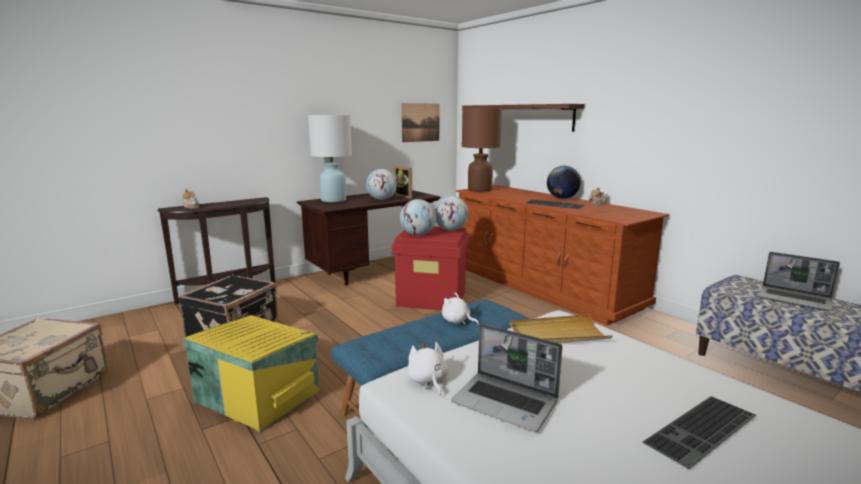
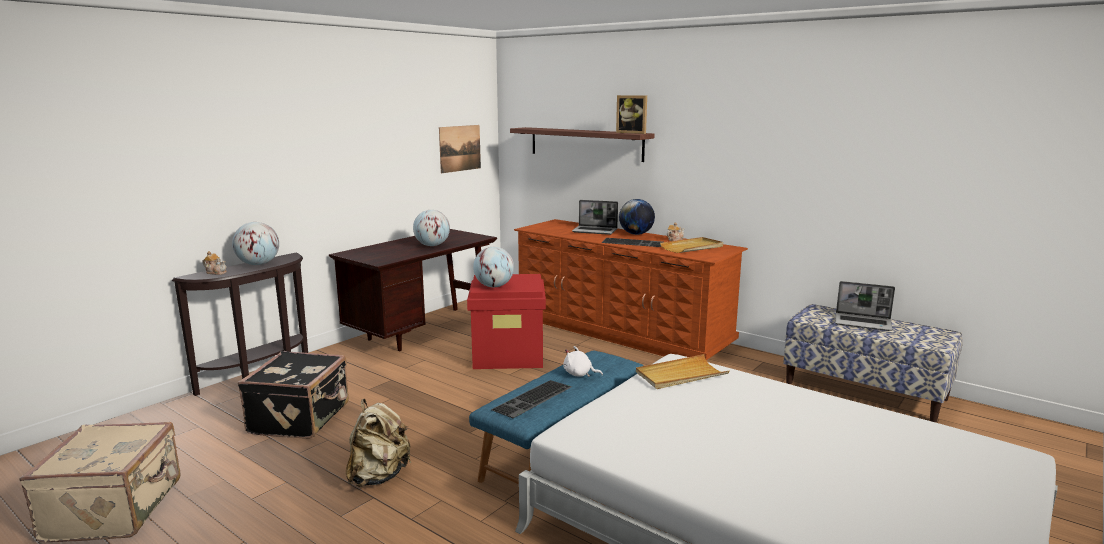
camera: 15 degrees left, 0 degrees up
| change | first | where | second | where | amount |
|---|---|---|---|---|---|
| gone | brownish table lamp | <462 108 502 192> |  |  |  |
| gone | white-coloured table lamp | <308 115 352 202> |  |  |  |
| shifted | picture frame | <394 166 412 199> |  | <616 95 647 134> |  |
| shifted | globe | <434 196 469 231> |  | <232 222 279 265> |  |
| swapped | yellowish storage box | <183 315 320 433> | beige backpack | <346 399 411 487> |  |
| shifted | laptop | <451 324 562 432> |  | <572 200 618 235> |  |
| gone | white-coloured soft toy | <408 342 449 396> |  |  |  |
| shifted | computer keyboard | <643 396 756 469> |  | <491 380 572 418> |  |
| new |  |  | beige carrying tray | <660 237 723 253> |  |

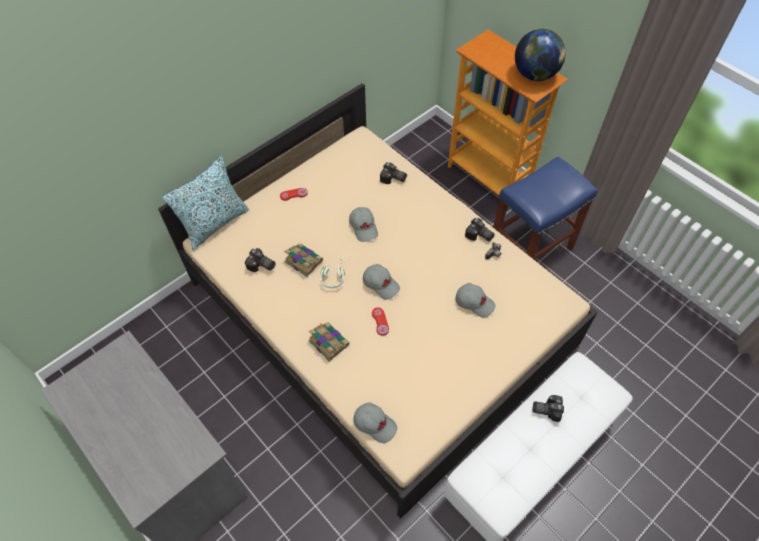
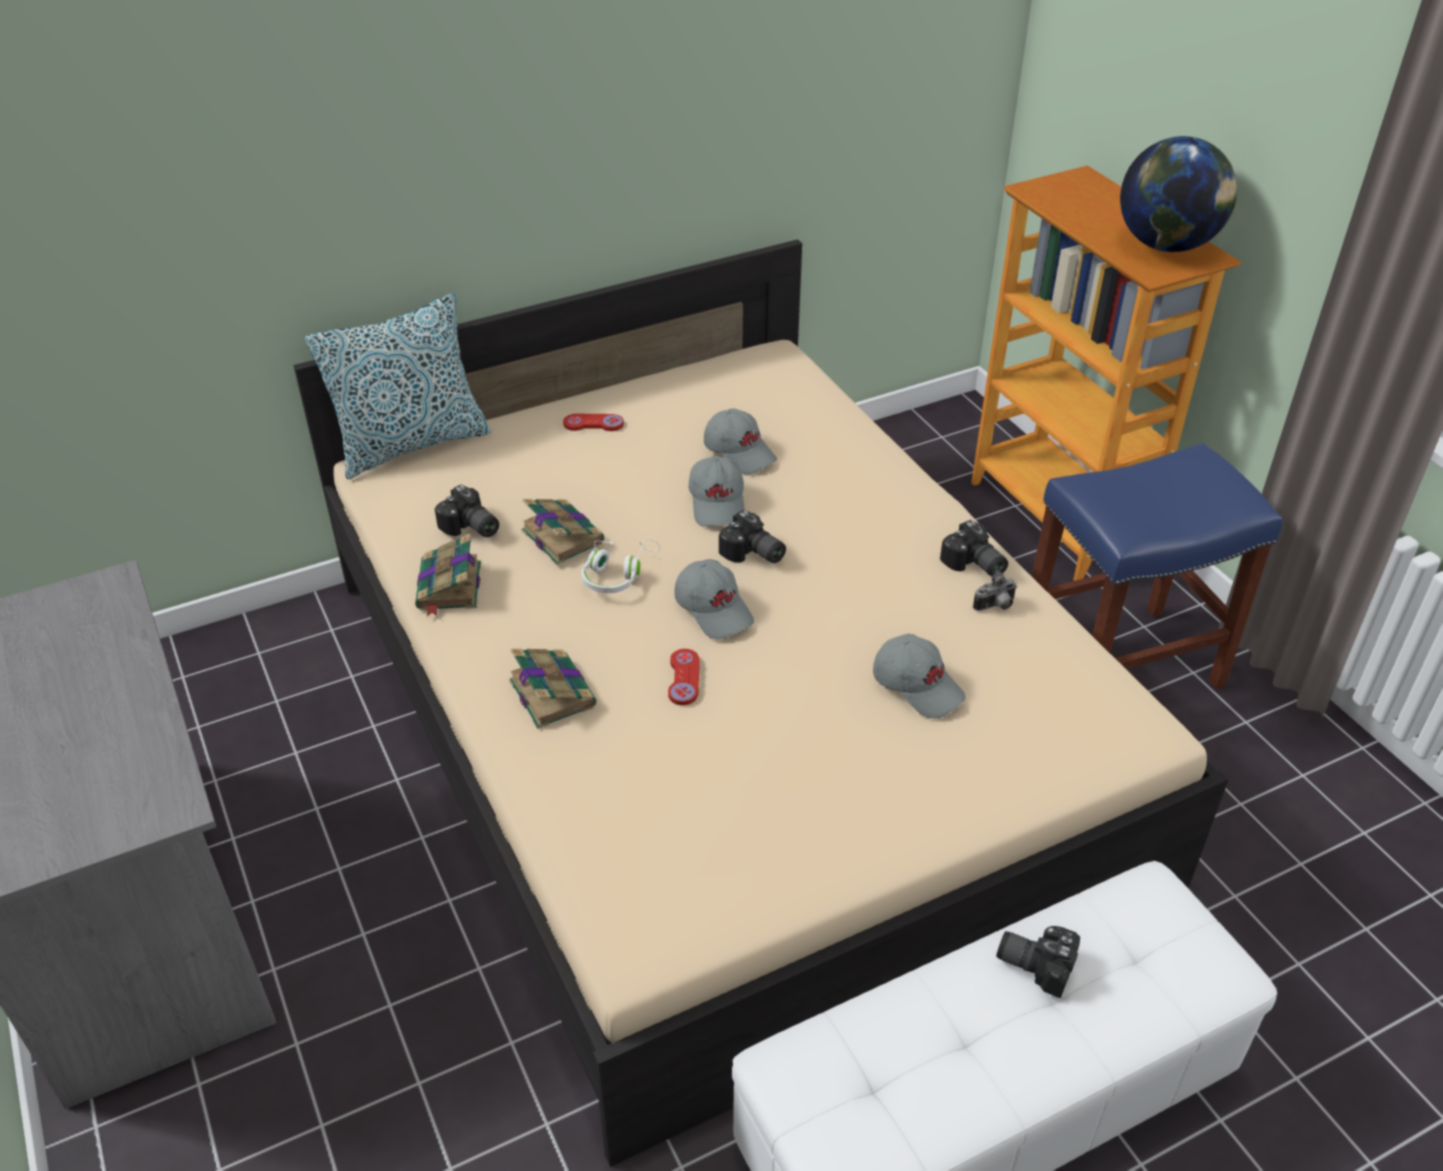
camera: 15 degrees right, 15 degrees down
| change | first | where | second | where | amount |
|---|---|---|---|---|---|
| shifted | still camera | <380 163 407 184> |  | <719 510 786 563> |  |
| shifted | grey peaked cap | <354 402 397 443> |  | <704 408 777 475> |  |
| new |  |  | bound book | <415 533 481 616> |  |

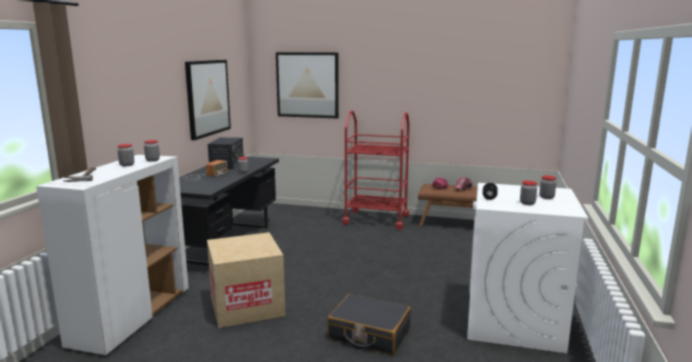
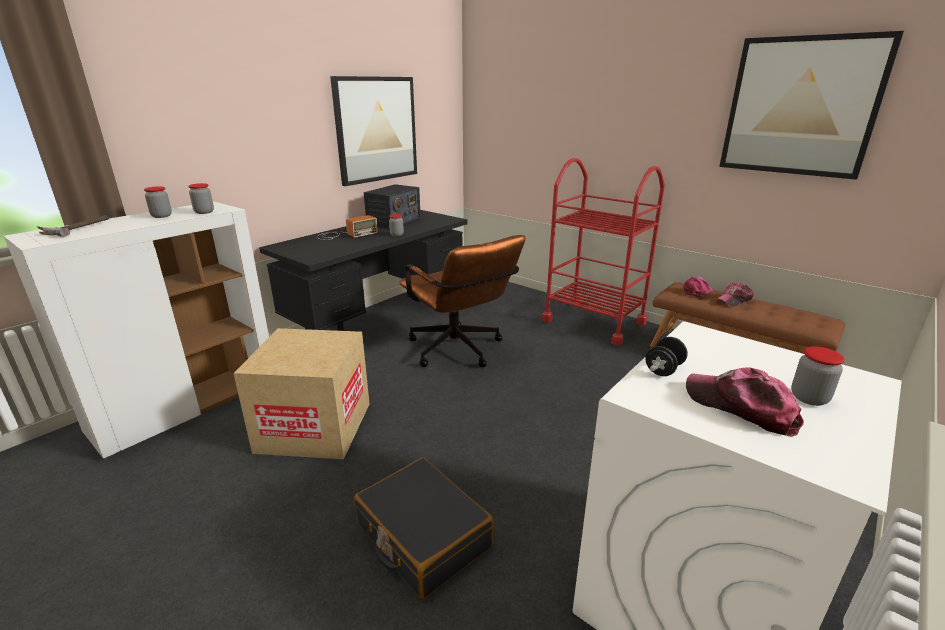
camera: 25 degrees right, 10 degrees up
| change | first | where | second | where | amount |
|---|---|---|---|---|---|
| shifted | picture | <276 52 339 118> |  | <719 31 904 180> |  |
| swapped | storage jar | <520 181 537 205> | peaked cap | <686 367 804 437> |  |
| new |  |  | brownish computer chair | <399 235 525 367> |  |

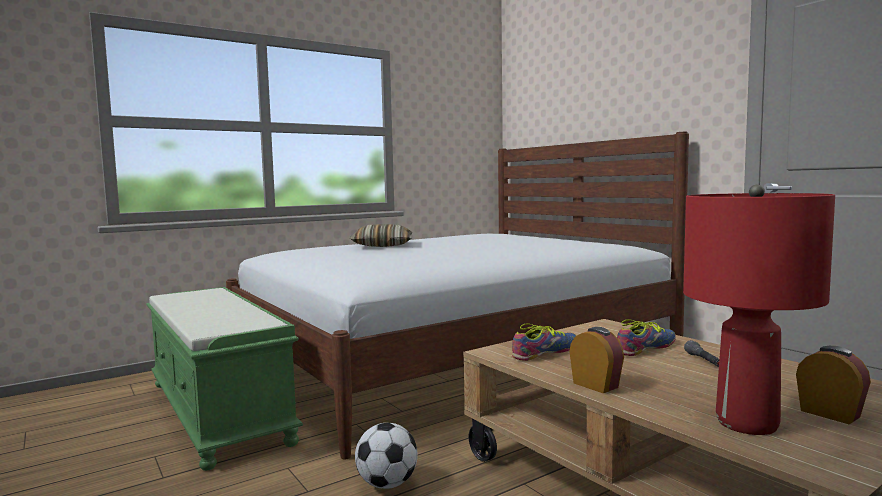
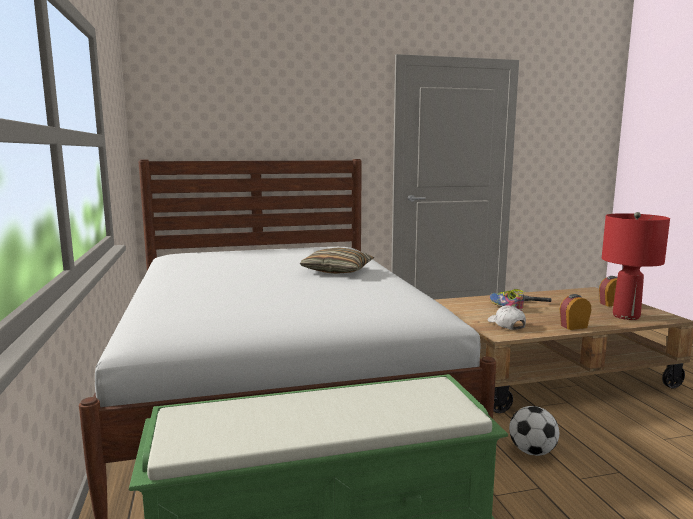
camera: 70 degrees left, 5 degrees up
| change | first | where | second | where | amount |
|---|---|---|---|---|---|
| shifted | throw pillow | <350 224 413 247> |  | <300 248 374 274> |  |
| swapped | shoe | <512 323 576 361> | white-coloured peaked cap | <487 305 526 330> |  |

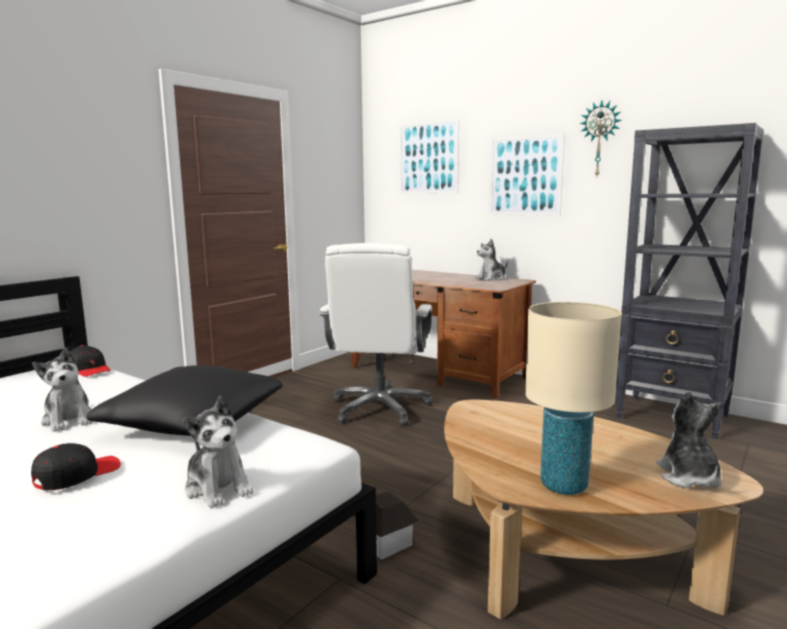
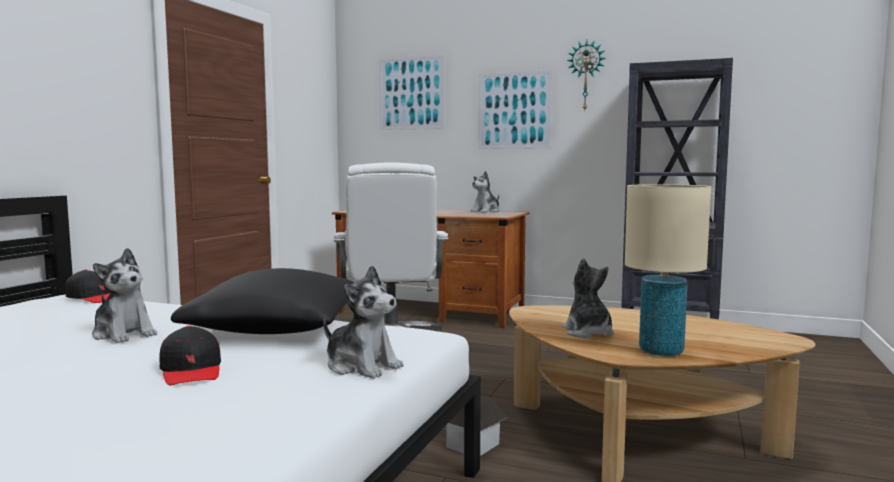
camera: 15 degrees left, 5 degrees down
| change | first | where | second | where | amount |
|---|---|---|---|---|---|
| shifted | soft toy | <657 391 722 488> |  | <563 258 614 338> |  |
| rotated | black peaked cap | <31 443 121 490> |  | <159 325 221 386> | 135 degrees clockwise |

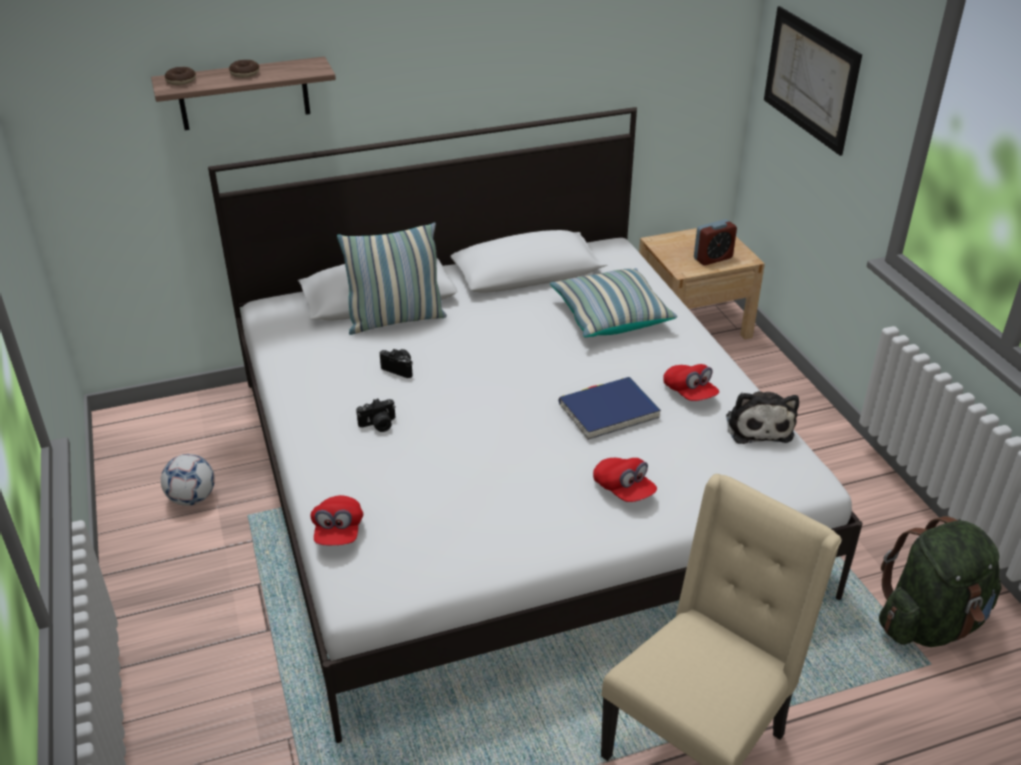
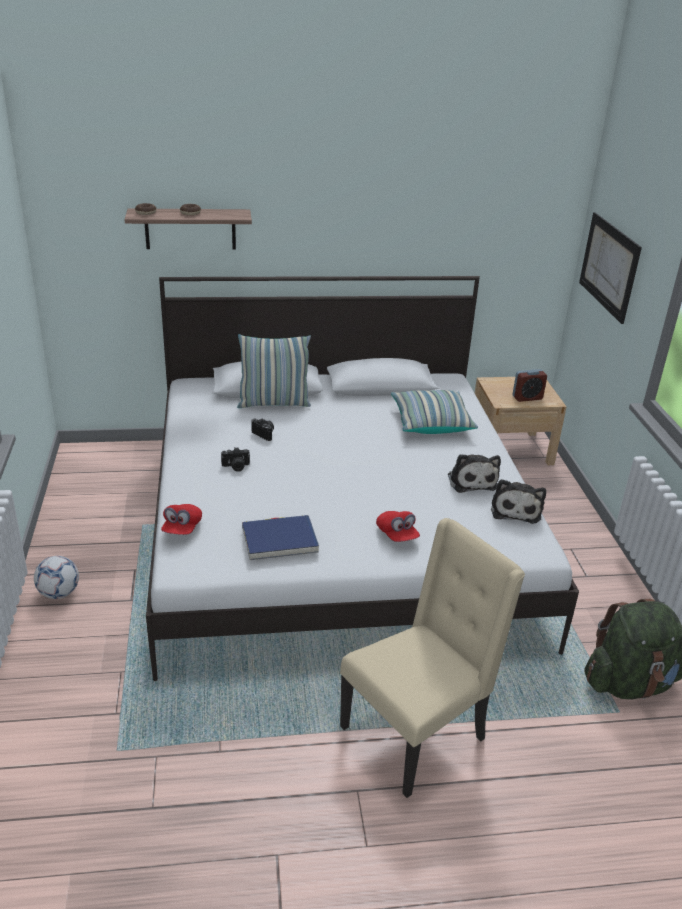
camera: 10 degrees right, 5 degrees down
| change | first | where | second | where | amount |
|---|---|---|---|---|---|
| swapped | reddish peaked cap | <663 364 719 401> | soft toy | <448 454 501 493> |  |
| shifted | bluish bound book | <559 377 661 440> |  | <242 515 319 560> |  |
| shifted | ball for football | <161 454 215 506> |  | <34 556 79 599> |  |

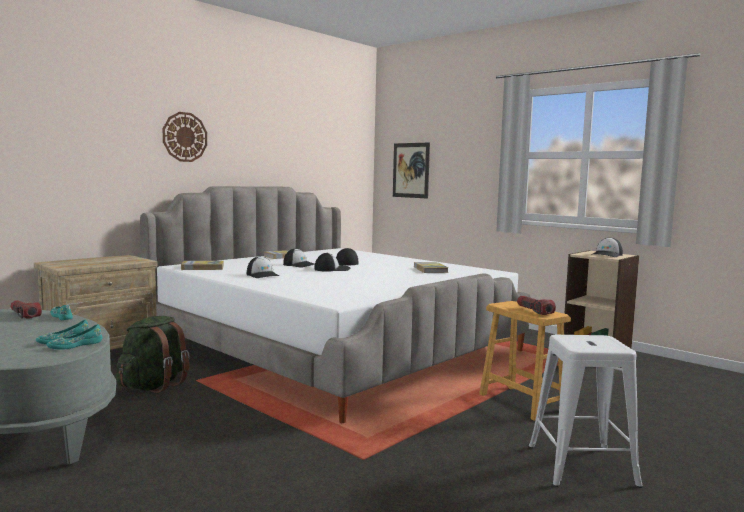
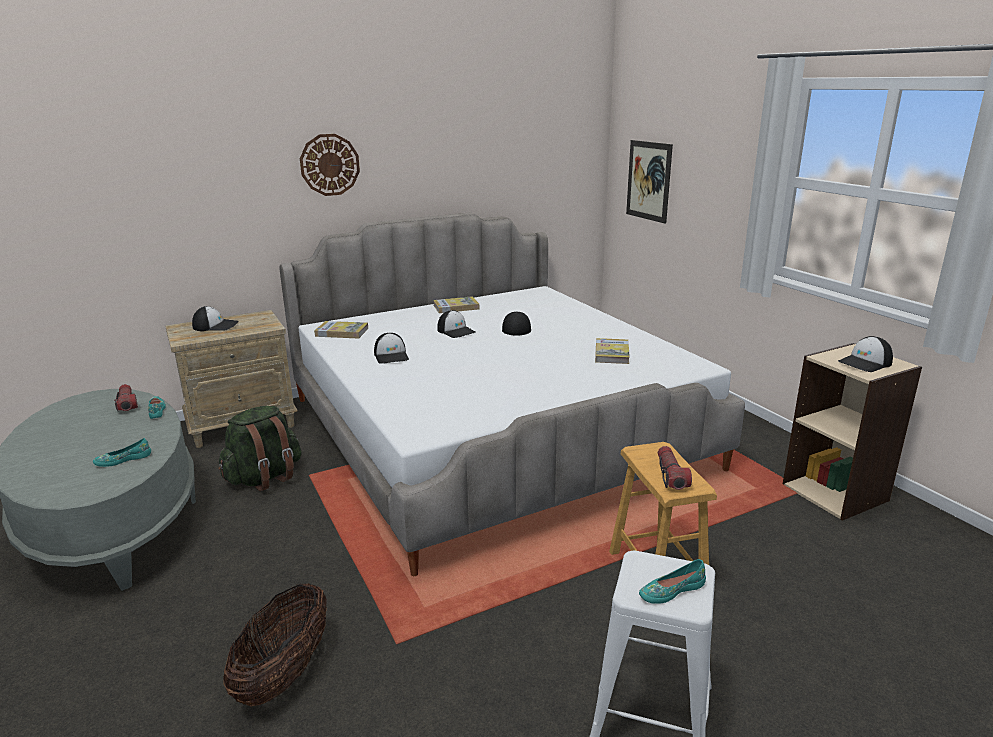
camera: 20 degrees right, 15 degrees up
| change | first | where | second | where | amount |
|---|---|---|---|---|---|
| shifted | peaked cap | <314 253 350 272> |  | <192 306 238 331> |  |
| shifted | turquoise shoe | <47 324 103 349> |  | <639 559 706 604> |  |
| new |  |  | storage basket | <223 583 327 706> |  |

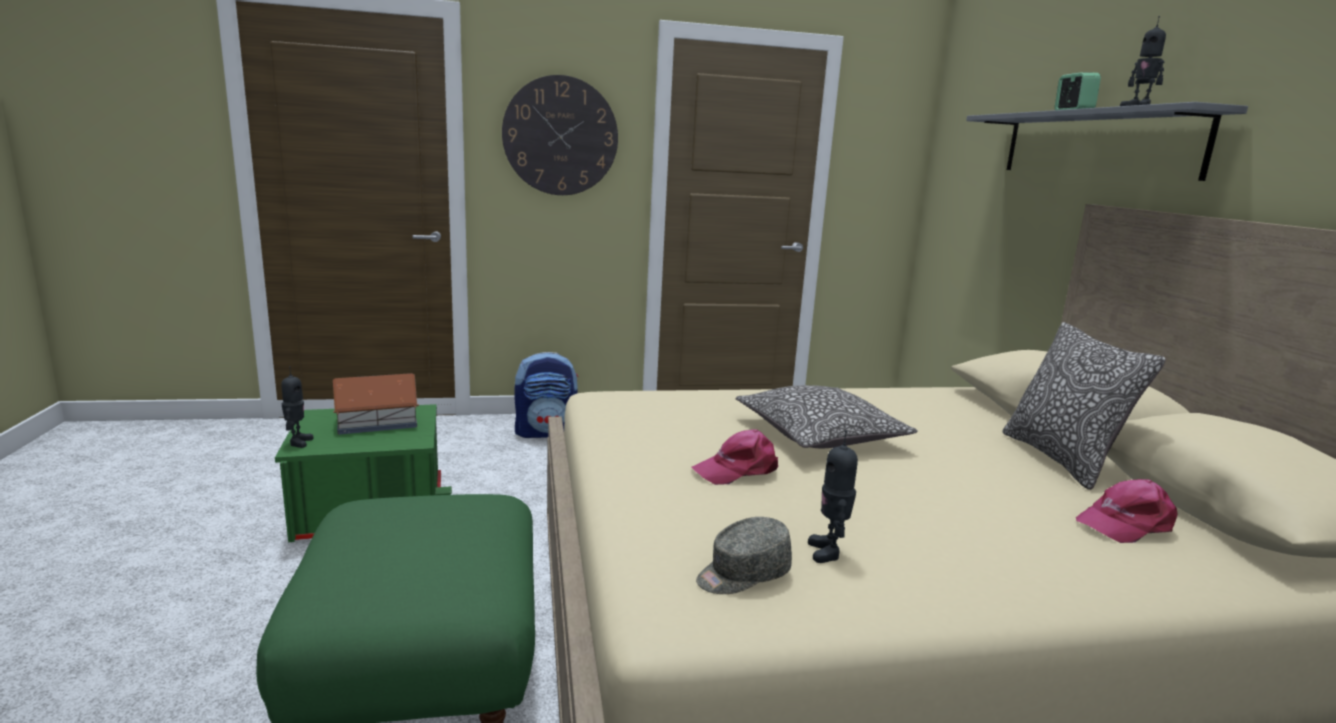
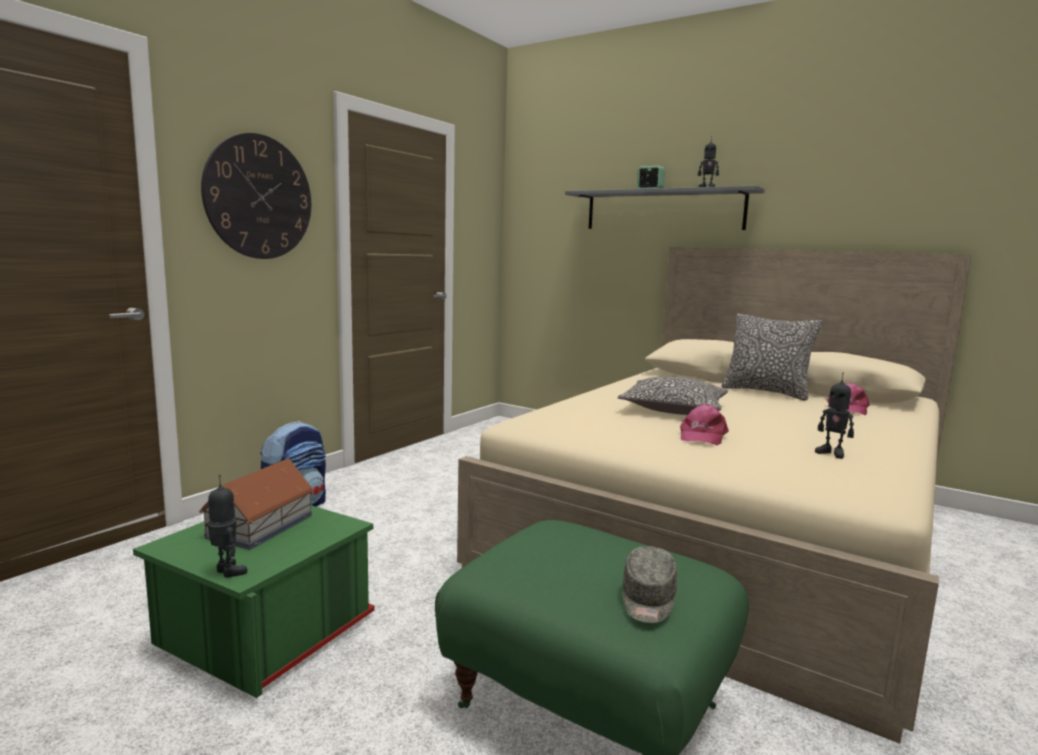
camera: 45 degrees left, 5 degrees down
| change | first | where | second | where | amount |
|---|---|---|---|---|---|
| shifted | grey peaked cap | <696 517 792 594> |  | <623 546 677 623> |  |

